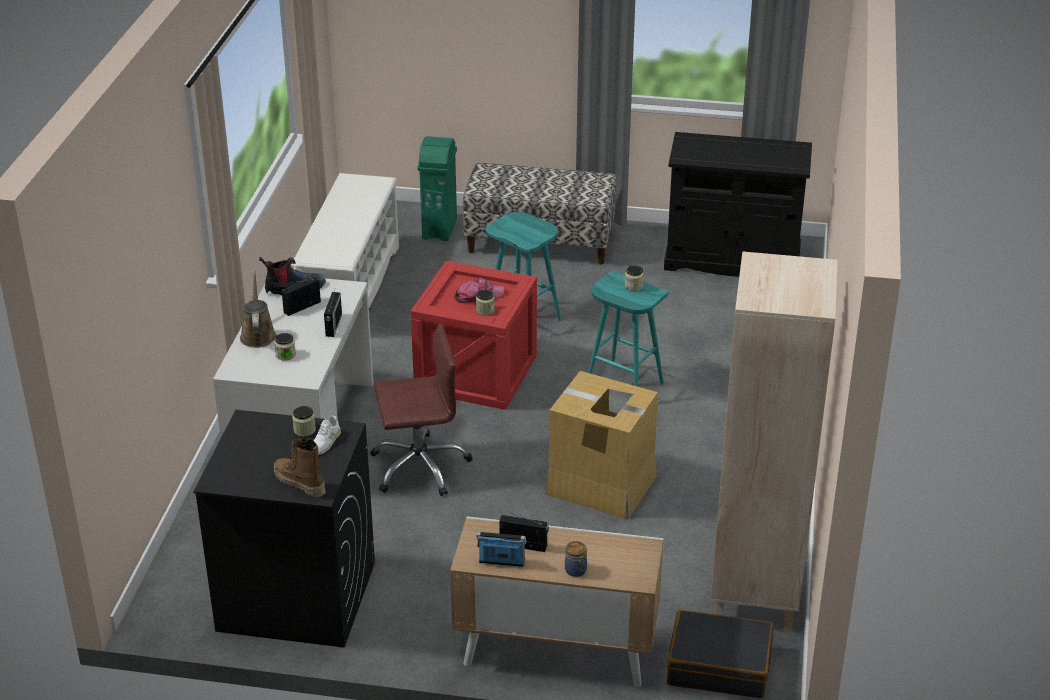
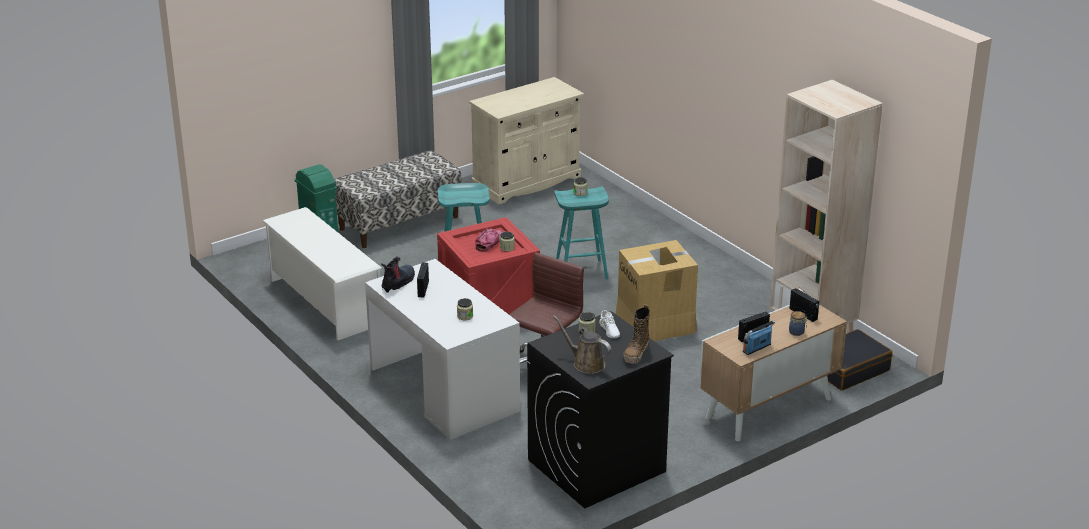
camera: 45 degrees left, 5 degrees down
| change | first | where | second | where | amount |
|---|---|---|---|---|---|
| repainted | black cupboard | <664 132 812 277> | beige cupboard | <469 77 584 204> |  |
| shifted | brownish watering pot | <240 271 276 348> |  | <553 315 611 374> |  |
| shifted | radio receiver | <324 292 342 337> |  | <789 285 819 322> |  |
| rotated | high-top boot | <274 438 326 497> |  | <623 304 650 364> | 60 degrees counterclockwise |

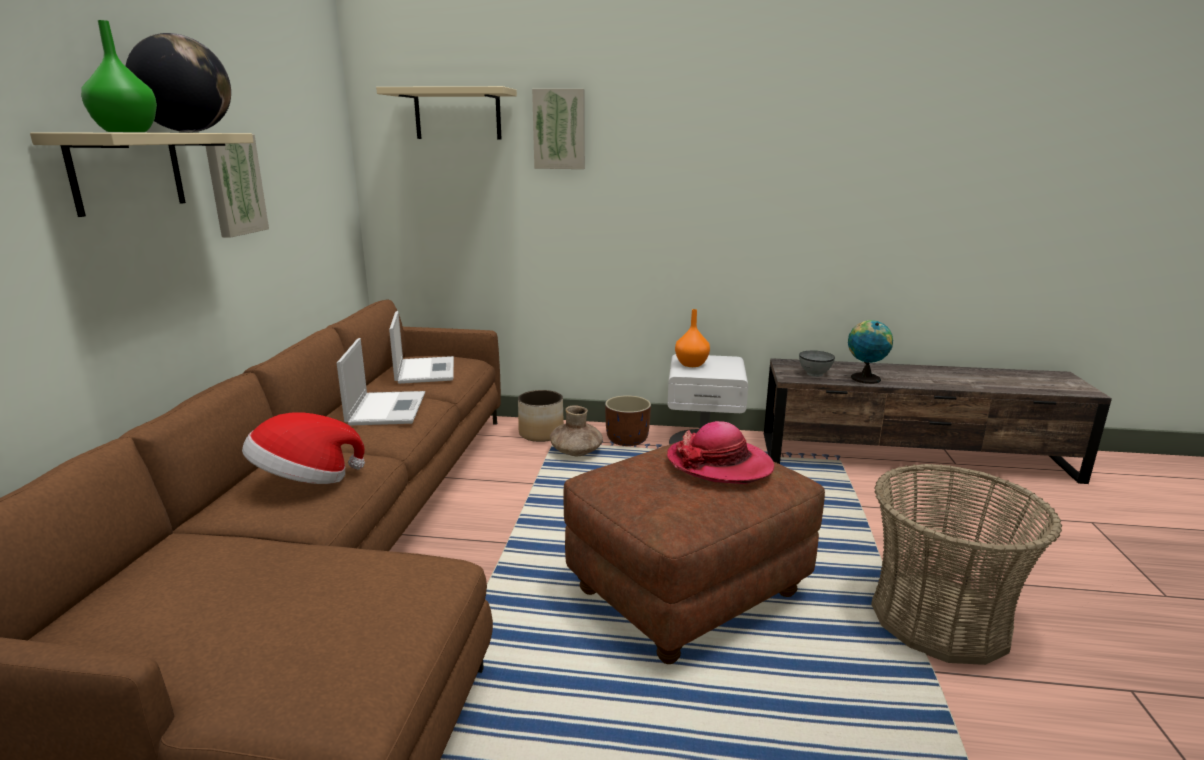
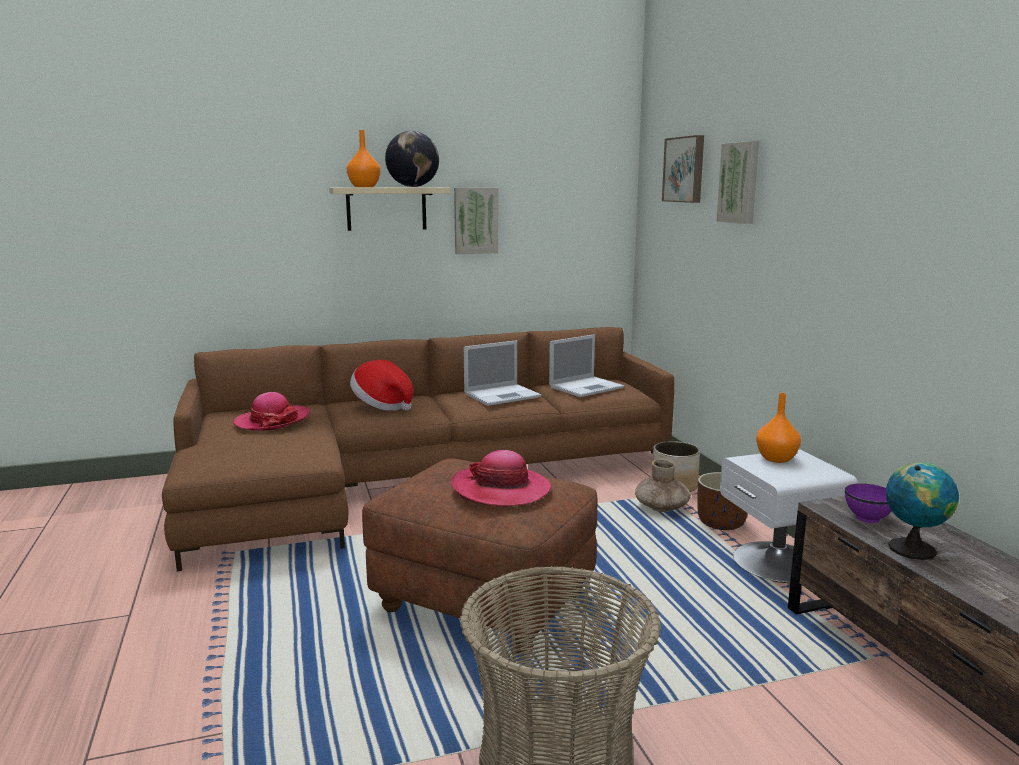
camera: 65 degrees right, 5 degrees down
| change | first | where | second | where | amount |
|---|---|---|---|---|---|
| repainted | green-coloured flower vase | <81 20 157 132> | orangey flower vase | <347 130 381 187> |  |
| swapped | beige bracket shelf | <376 86 517 139> | picture | <662 135 704 203> |  |
| repainted | grey deep dish | <799 350 835 377> | purplish deep dish | <845 483 892 523> |  |
| new |  |  | clothing hat | <233 392 310 431> |  |

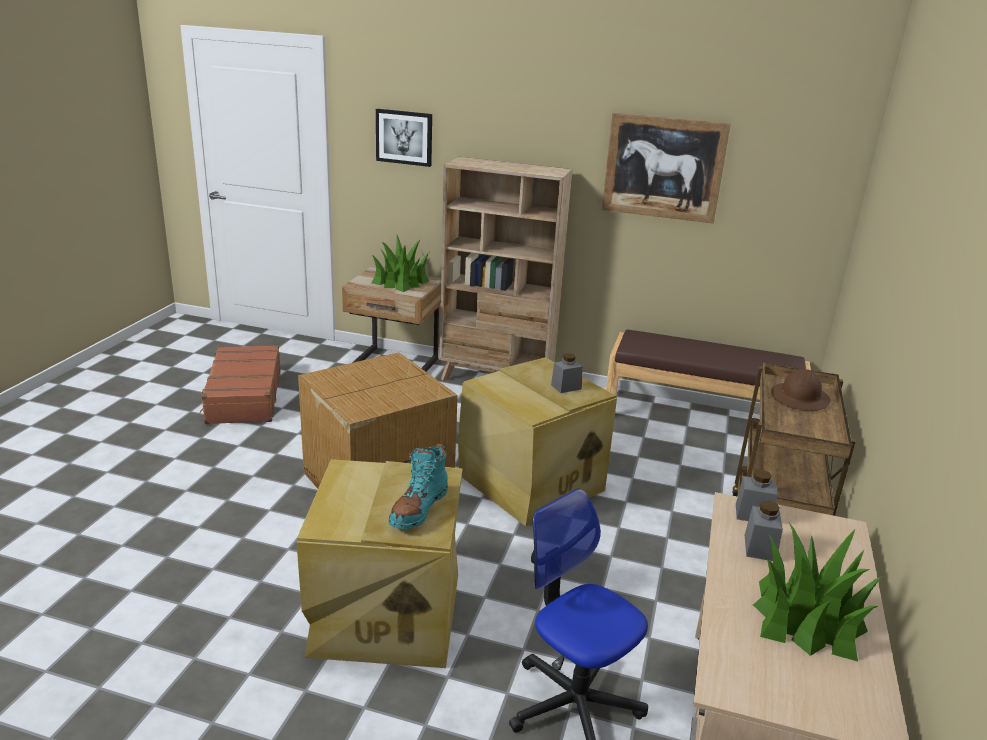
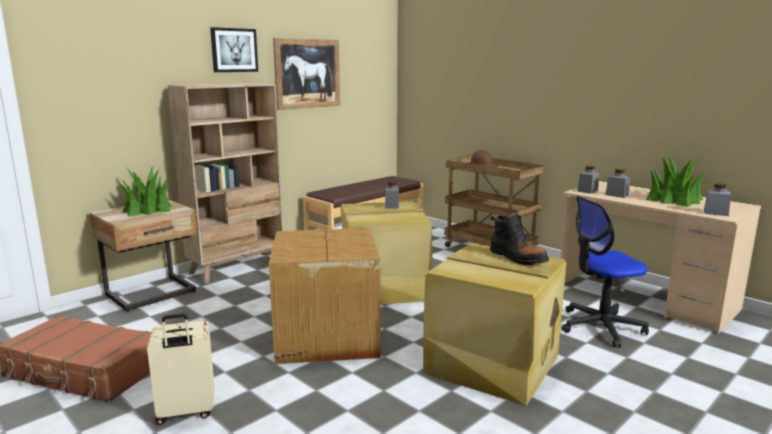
camera: 60 degrees left, 10 degrees down
| change | first | where | second | where | amount |
|---|---|---|---|---|---|
| shifted | picture | <376 109 432 167> |  | <210 27 258 72> |  |
| repainted | turquoise high-top boot | <389 443 448 529> | black high-top boot | <490 212 549 265> |  |
| new |  |  | grey storage jar | <704 184 731 216> |  |
| new |  |  | beige suitcase | <147 313 215 425> |  |

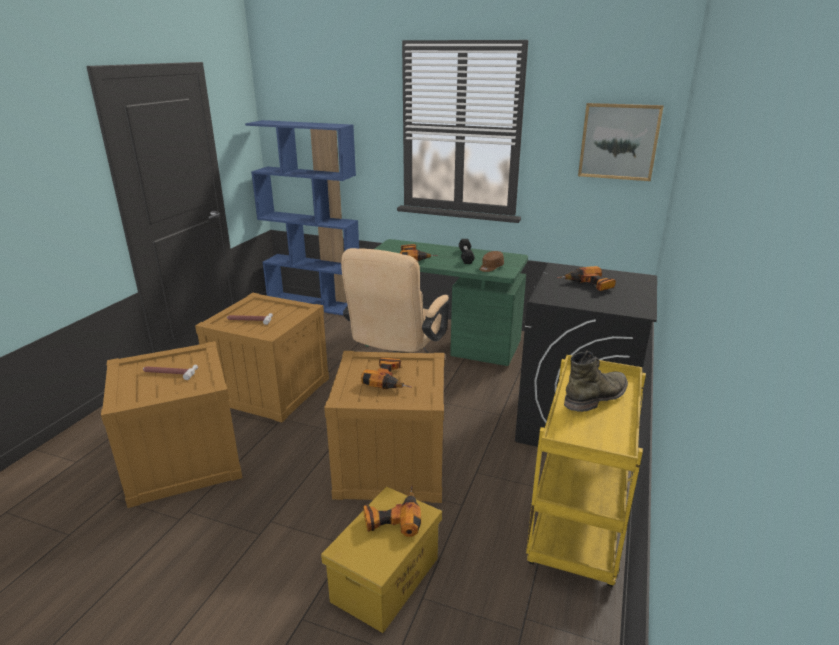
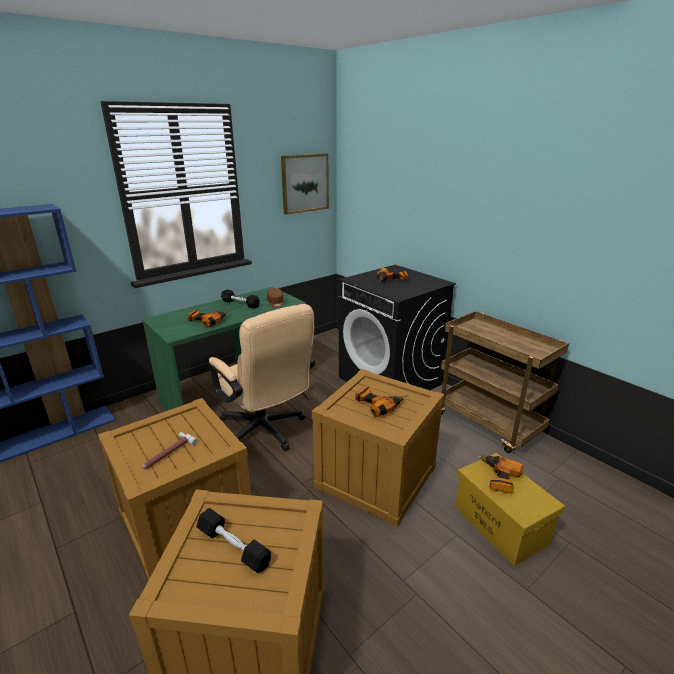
camera: 60 degrees left, 0 degrees up
| change | first | where | second | where | amount |
|---|---|---|---|---|---|
| gone | green-coloured high-top boot | <564 351 628 412> |  |  |  |
| repainted | yellowish trolley | <526 355 646 587> | brownish trolley | <440 311 569 453> |  |
| swapped | hammer | <143 365 198 380> | black hand weight | <196 508 271 573> |  |

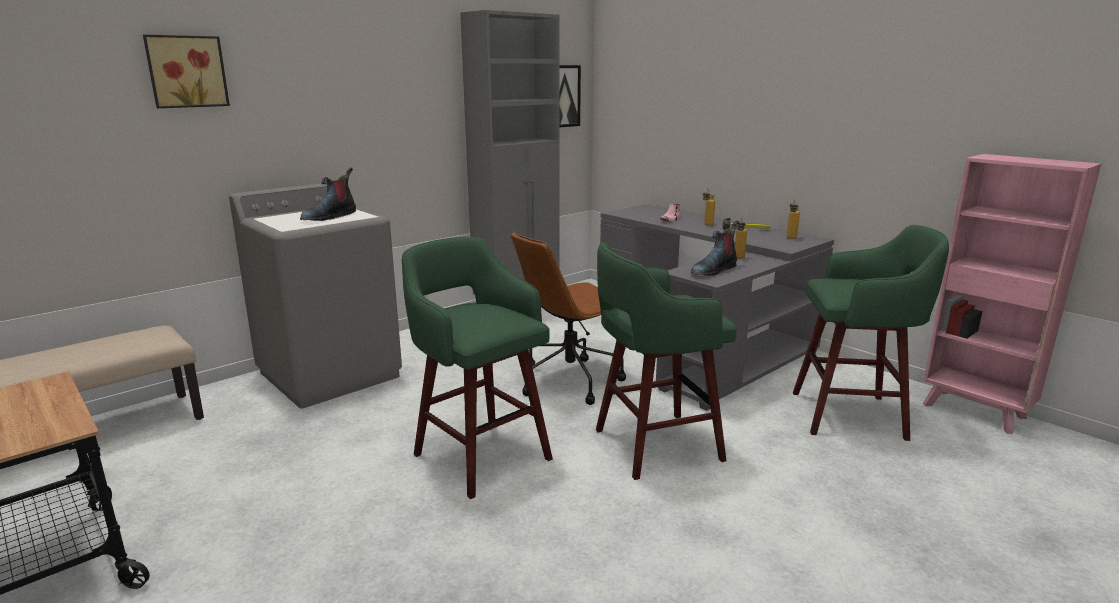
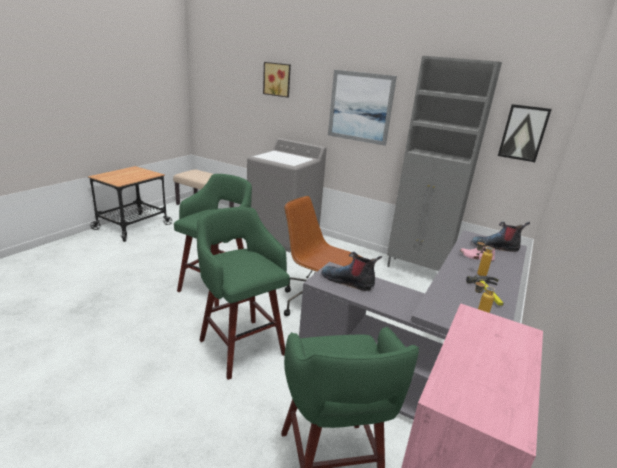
camera: 70 degrees right, 5 degrees up
| change | first | where | second | where | amount |
|---|---|---|---|---|---|
| shifted | high-top boot | <300 168 356 221> |  | <471 221 530 252> |  |
| gone | beverage bottle | <735 217 747 258> |  |  |  |
| new |  |  | picture | <328 70 397 146> |  |

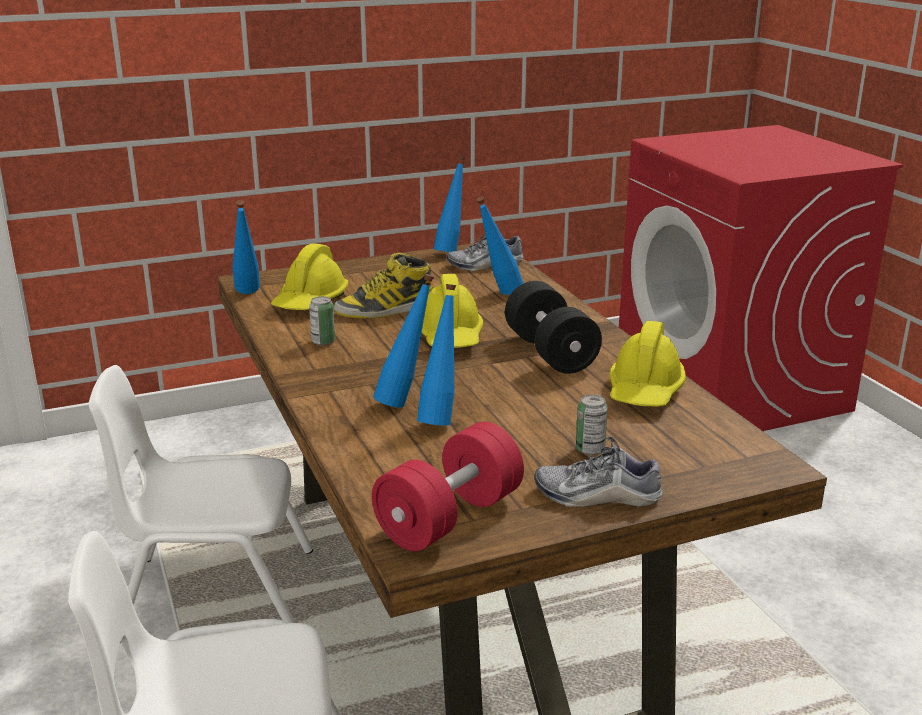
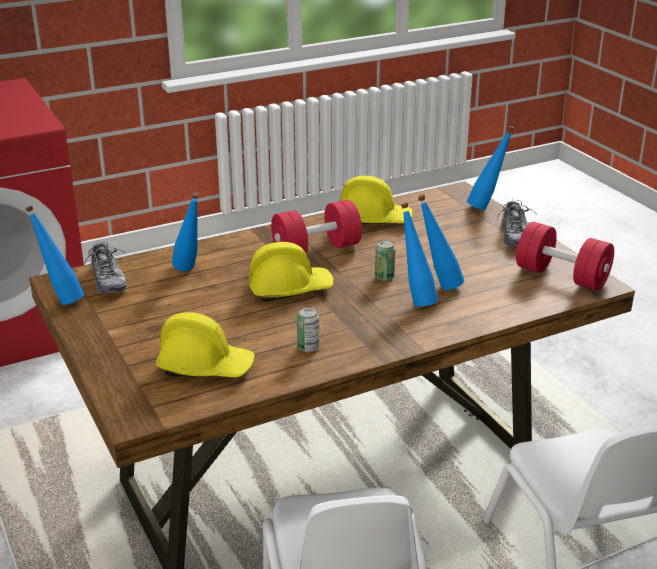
camera: 95 degrees left, 5 degrees up
| change | first | where | second | where | amount |
|---|---|---|---|---|---|
| shifted | bluish beverage bottle | <233 200 260 294> |  | <467 126 515 210> |  |
| gone | high-top boot | <334 253 433 319> |  |  |  |
| repainted | black hand weight | <505 281 602 374> | reddish hand weight | <271 200 362 253> |  |
| shifted | metal can | <576 395 608 455> |  | <375 240 396 281> |  |

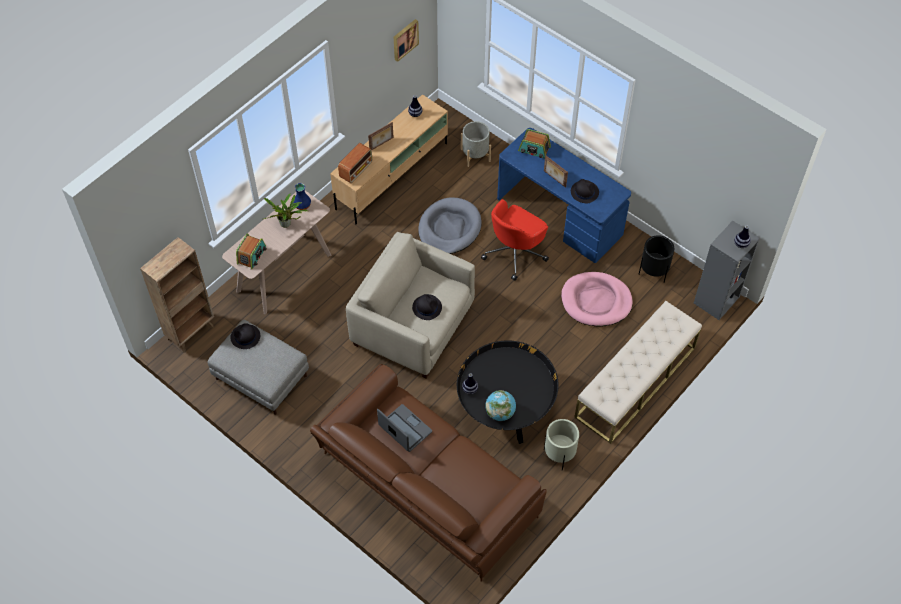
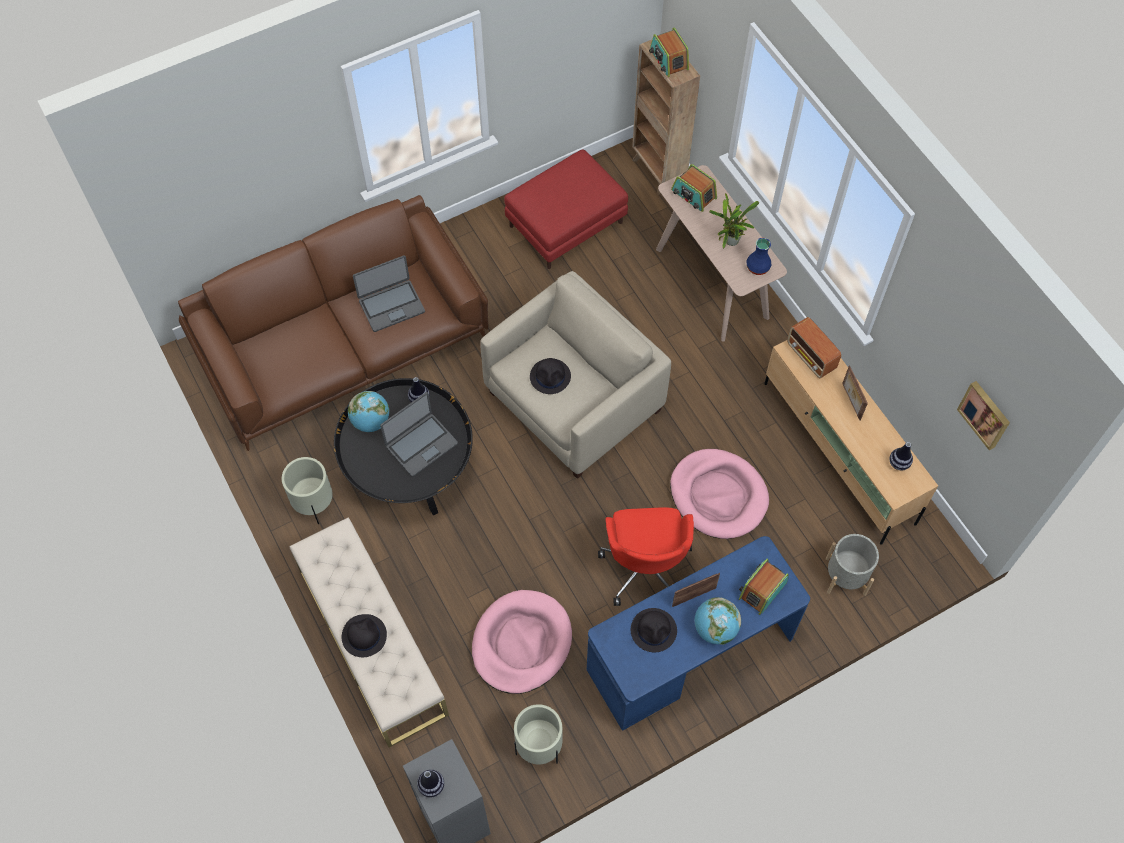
camera: 110 degrees right, 5 degrees up
| change | first | where | second | where | amount |
|---|---|---|---|---|---|
| repainted | grey dog cushion | <418 197 481 254> | pink-coloured dog cushion | <670 449 769 539> |  |
| rotated | reddish computer chair | <481 199 549 281> |  | <598 507 694 606> | 150 degrees counterclockwise |
| repainted | black plant pot | <639 235 674 282> | beige plant pot | <514 704 562 765> |  |
| repainted | grey footrest | <207 320 309 415> | reddish footrest | <504 149 628 269> |  |
| shifted | black clothing hat | <230 323 260 349> |  | <342 614 387 657> |  |
| new |  |  | radio receiver | <649 28 689 77> |  |
| new |  |  | laptop | <380 392 458 477> |  |
| new |  |  | globe | <695 597 741 645> |  |

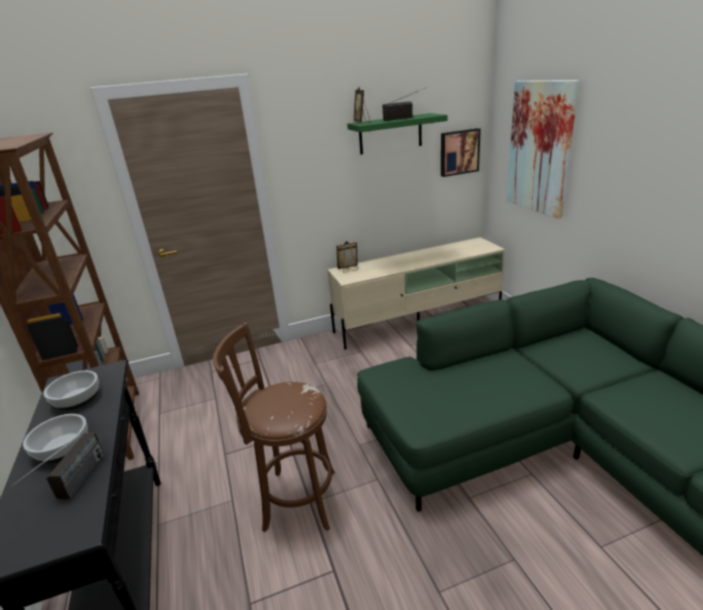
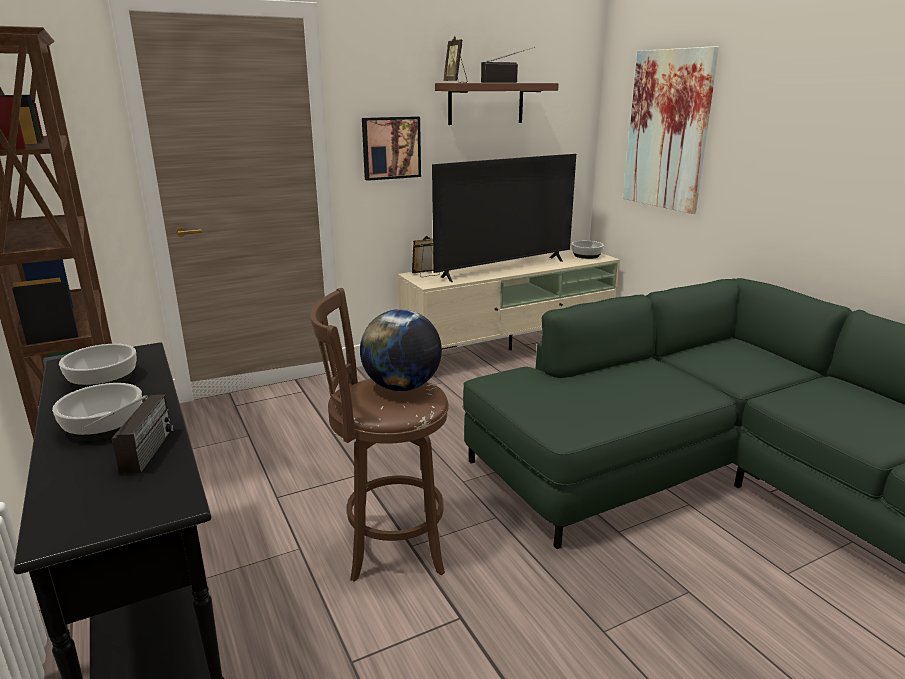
camera: 10 degrees left, 5 degrees down
| change | first | where | second | where | amount |
|---|---|---|---|---|---|
| repainted | green-coloured bracket shelf | <347 113 447 154> | brownish bracket shelf | <435 83 559 125> |  |
| shifted | picture | <441 128 481 177> |  | <362 116 421 181> |  |
| new |  |  | television | <432 154 576 282> |  |
| new |  |  | deep dish | <571 241 604 259> |  |
| new |  |  | globe | <360 309 442 391> |  |

